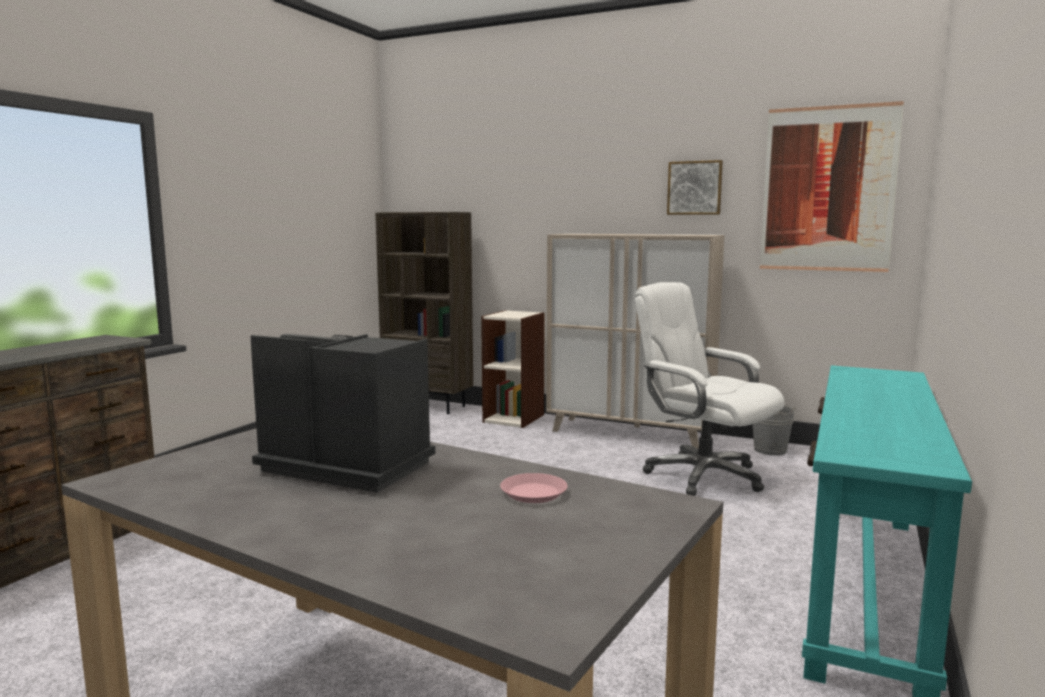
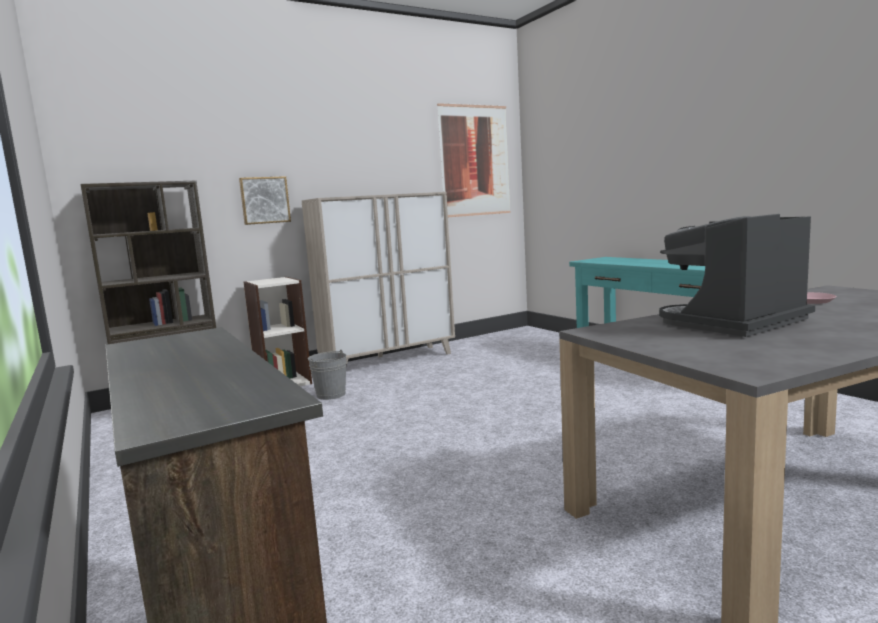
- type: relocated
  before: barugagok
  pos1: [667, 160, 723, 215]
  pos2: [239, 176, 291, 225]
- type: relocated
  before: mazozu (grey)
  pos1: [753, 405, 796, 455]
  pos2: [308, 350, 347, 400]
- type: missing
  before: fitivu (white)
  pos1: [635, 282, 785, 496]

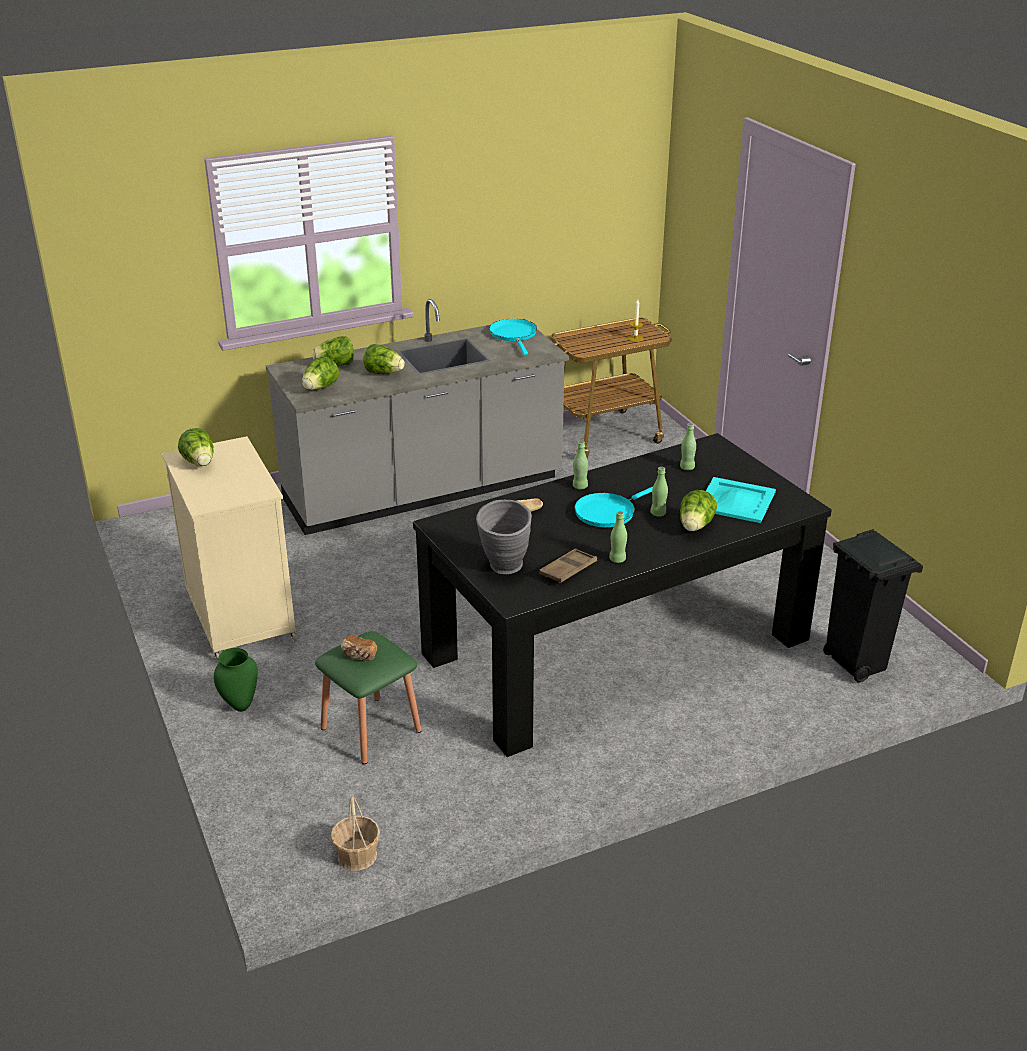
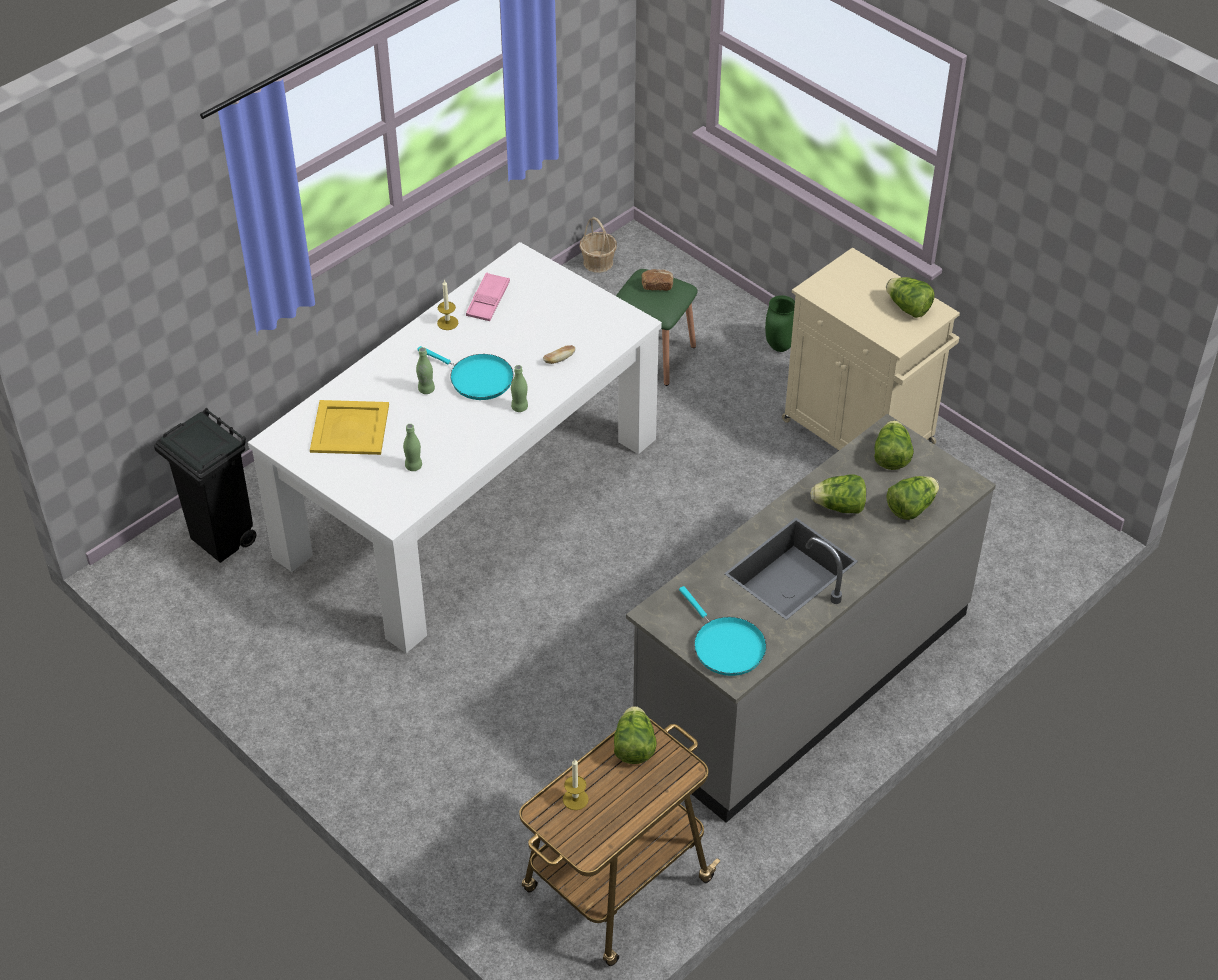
- type: colour
  before: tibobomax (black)
  after: tibobomax (white)
  pos1: [413, 433, 832, 757]
  pos2: [248, 242, 662, 653]
- type: colour
  before: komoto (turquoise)
  after: komoto (yellow)
  pos1: [706, 477, 776, 523]
  pos2: [310, 400, 389, 455]
- type: spun
  before: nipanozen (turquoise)
  pos1: [574, 487, 653, 527]
  pos2: [417, 346, 513, 400]
  turn: 90
- type: exchanged
  before: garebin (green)
  after: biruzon
  pos1: [609, 511, 627, 563]
  pos2: [437, 280, 458, 330]
- type: colour
  before: komoto (brown)
  after: komoto (pink)
  pos1: [539, 548, 597, 583]
  pos2: [466, 272, 510, 321]
- type: relocated
  before: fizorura
  pos1: [680, 490, 717, 532]
  pos2: [614, 706, 657, 764]
- type: missing
  before: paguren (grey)
  pos1: [476, 500, 532, 574]

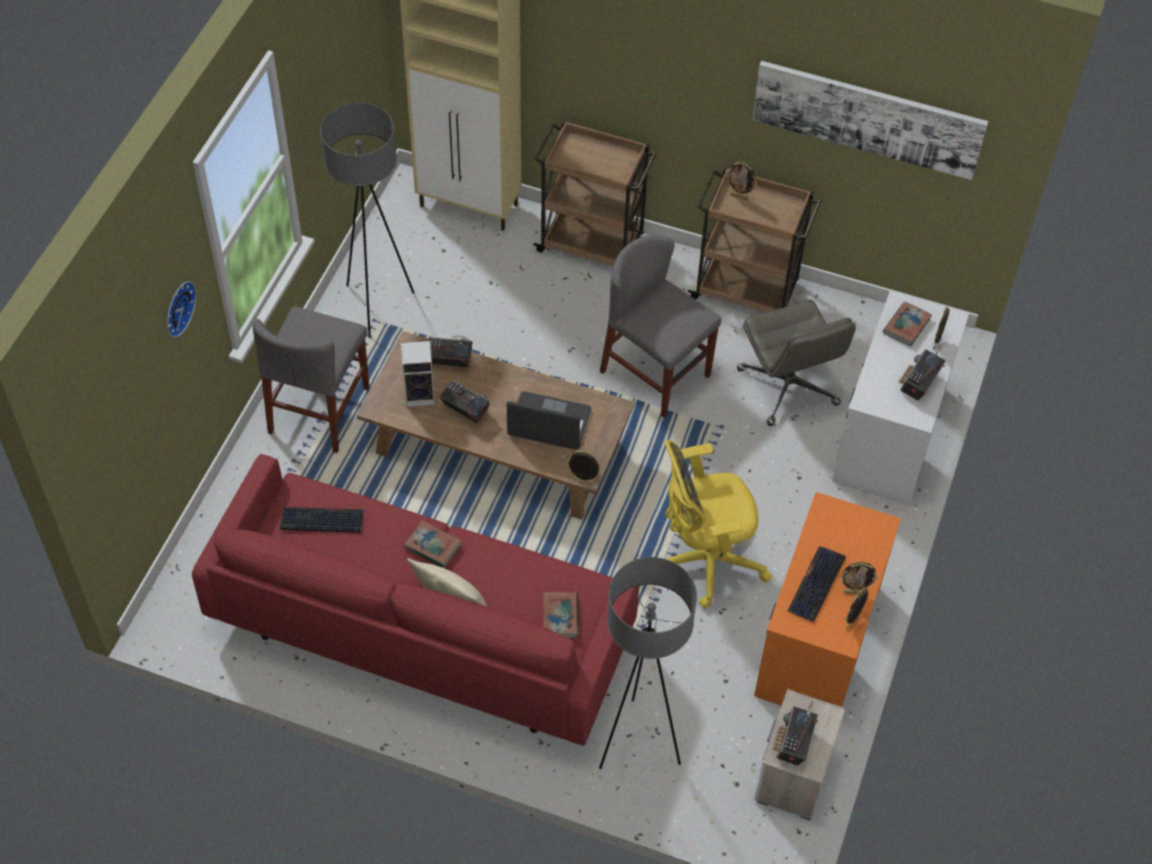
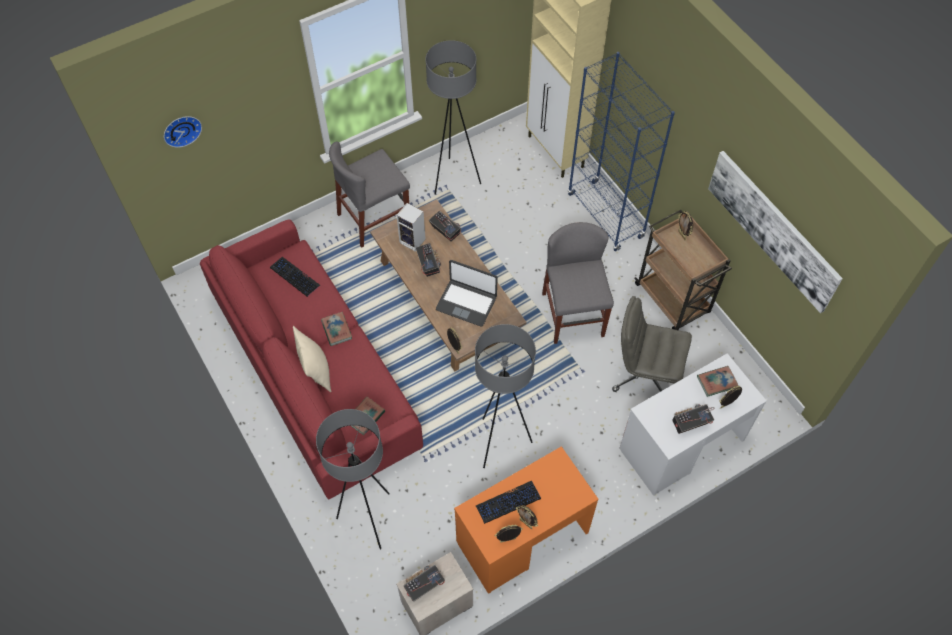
- type: relocated
  before: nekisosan
  pos1: [167, 281, 196, 337]
  pos2: [164, 116, 202, 148]
- type: spun
  before: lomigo
  pos1: [507, 391, 591, 450]
  pos2: [436, 260, 498, 327]
  turn: 150
- type: exchanged
  before: fitivu (yellow)
  after: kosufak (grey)
  pos1: [665, 440, 772, 609]
  pos2: [475, 324, 536, 468]
- type: exchanged
  before: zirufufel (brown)
  after: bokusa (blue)
  pos1: [533, 120, 657, 266]
  pos2: [568, 52, 675, 251]
- type: spun
  before: fitivu (grey)
  pos1: [737, 299, 856, 426]
  pos2: [612, 296, 692, 392]
  turn: 90

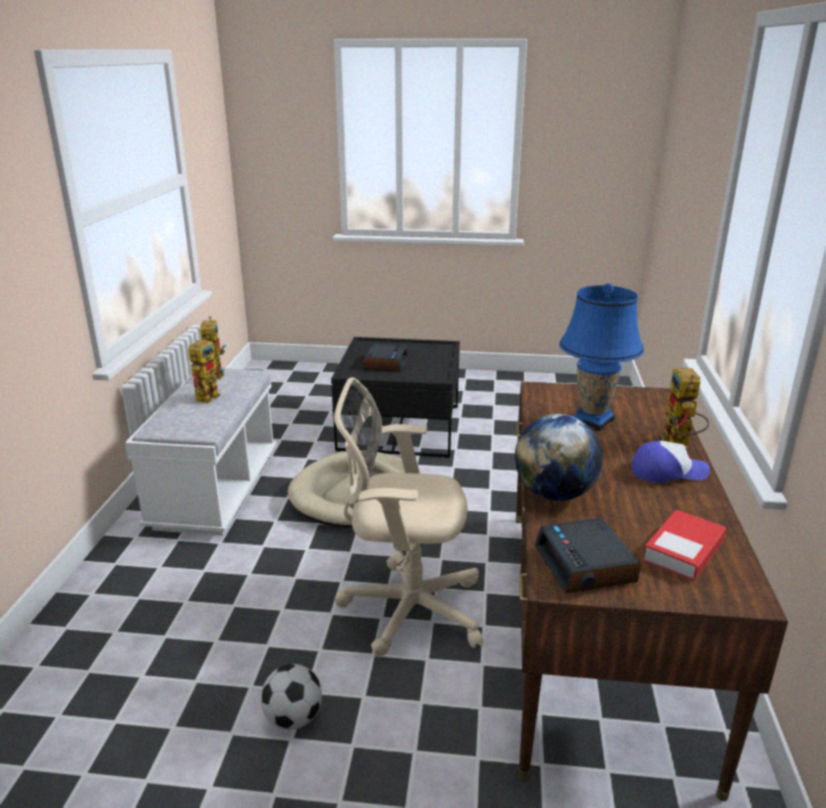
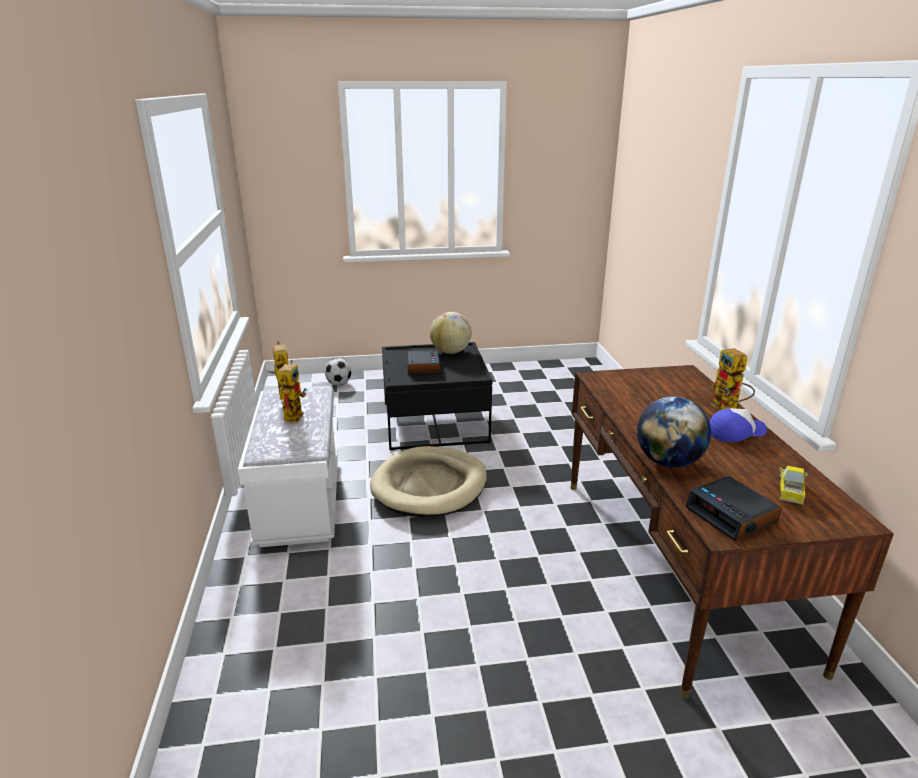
- type: relocated
  before: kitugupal
  pos1: [261, 664, 322, 730]
  pos2: [325, 358, 351, 385]
- type: appeared
  after: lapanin
  pos2: [430, 312, 472, 354]
- type: exchanged
  before: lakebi
  after: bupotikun
  pos1: [643, 510, 726, 581]
  pos2: [779, 466, 808, 505]
- type: missing
  before: fitivu (beige)
  pos1: [334, 377, 483, 657]
- type: missing
  before: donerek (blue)
  pos1: [559, 283, 644, 431]

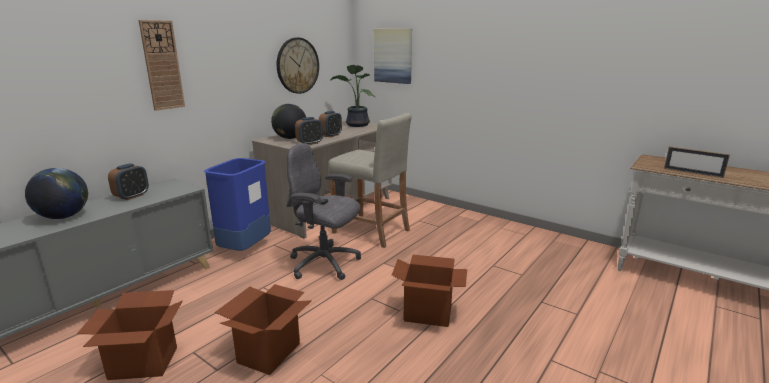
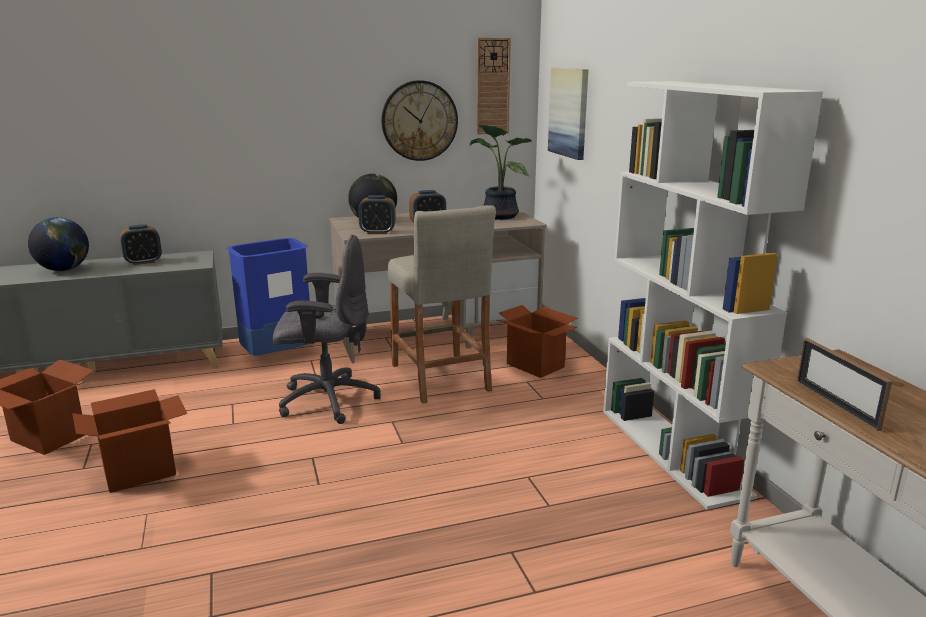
- type: spun
  before: fitivu (grey)
  pos1: [287, 143, 361, 280]
  pos2: [273, 234, 381, 424]
  turn: 120
- type: relocated
  before: nekisosan
  pos1: [139, 20, 185, 111]
  pos2: [476, 38, 511, 135]
- type: relocated
  before: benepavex
  pos1: [392, 255, 467, 327]
  pos2: [497, 305, 578, 378]
- type: appeared
  after: bokusa (white)
  pos2: [603, 81, 823, 510]

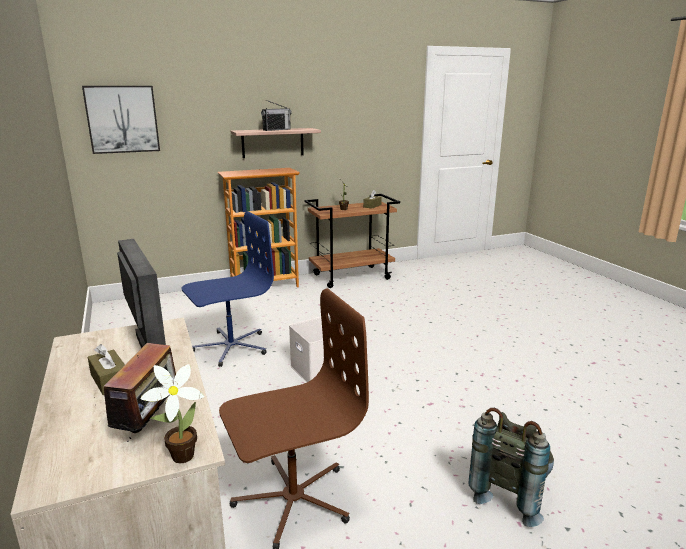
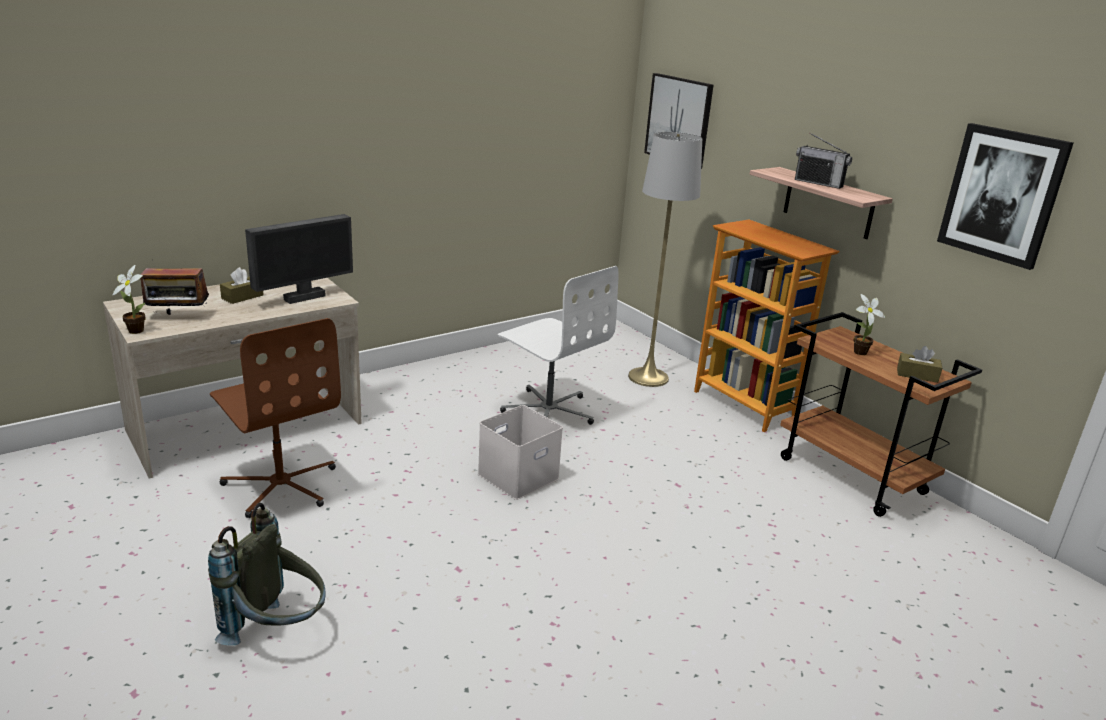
- type: colour
  before: fitivu (blue)
  after: fitivu (white)
  pos1: [181, 211, 274, 367]
  pos2: [497, 266, 619, 425]
- type: appeared
  after: kosufak (grey)
  pos2: [628, 132, 702, 387]
- type: appeared
  after: barugagok
  pos2: [937, 123, 1074, 270]

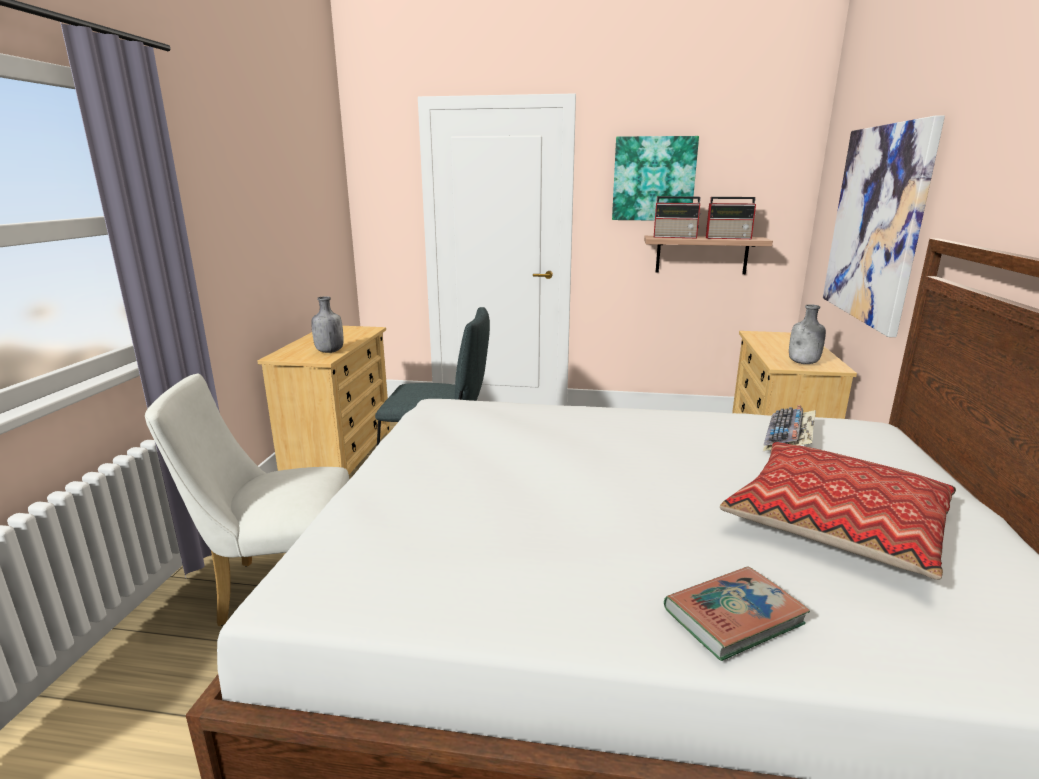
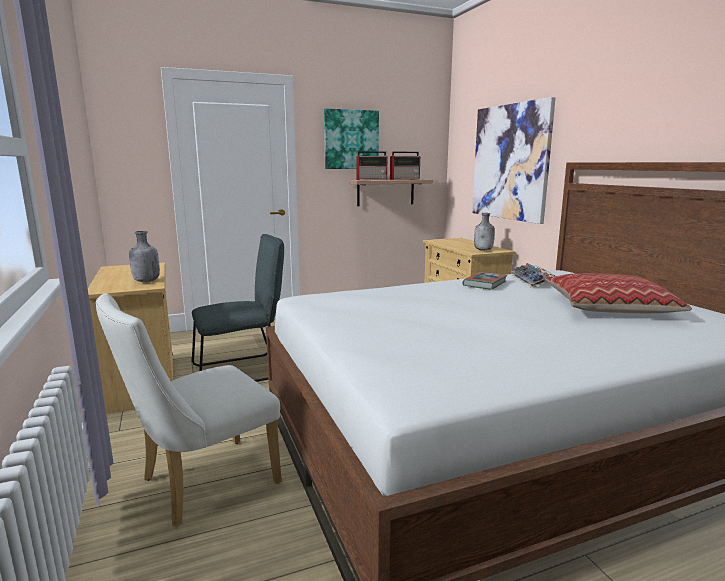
- type: relocated
  before: lakebi
  pos1: [664, 566, 810, 661]
  pos2: [463, 272, 507, 290]

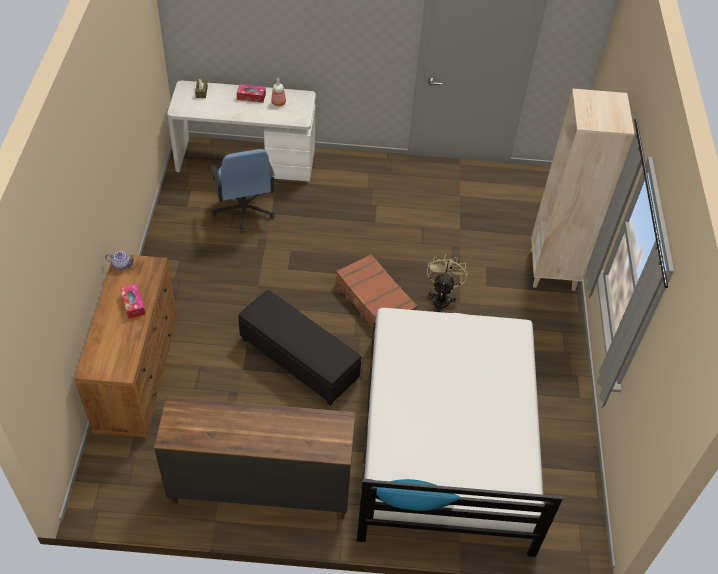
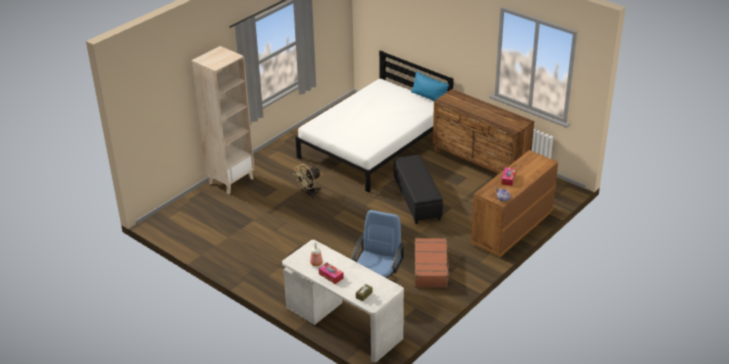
- type: relocated
  before: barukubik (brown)
  pos1: [336, 254, 417, 331]
  pos2: [415, 238, 450, 288]

